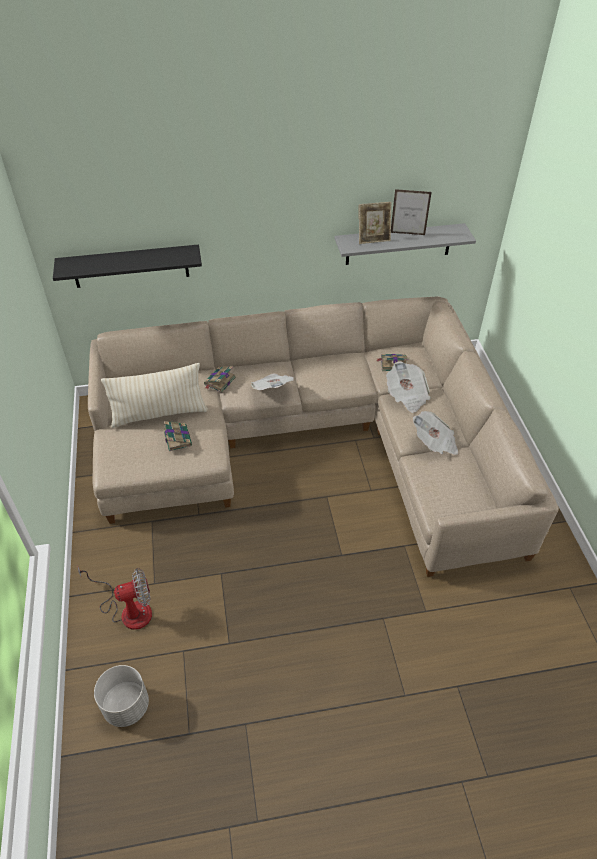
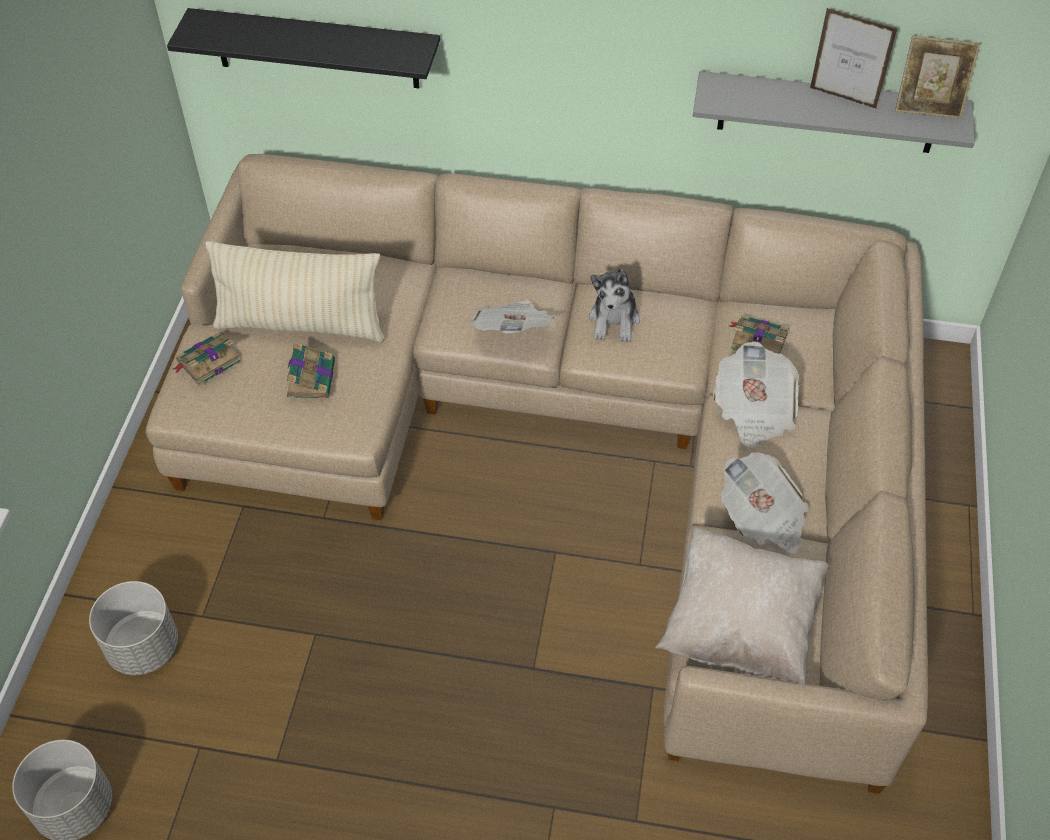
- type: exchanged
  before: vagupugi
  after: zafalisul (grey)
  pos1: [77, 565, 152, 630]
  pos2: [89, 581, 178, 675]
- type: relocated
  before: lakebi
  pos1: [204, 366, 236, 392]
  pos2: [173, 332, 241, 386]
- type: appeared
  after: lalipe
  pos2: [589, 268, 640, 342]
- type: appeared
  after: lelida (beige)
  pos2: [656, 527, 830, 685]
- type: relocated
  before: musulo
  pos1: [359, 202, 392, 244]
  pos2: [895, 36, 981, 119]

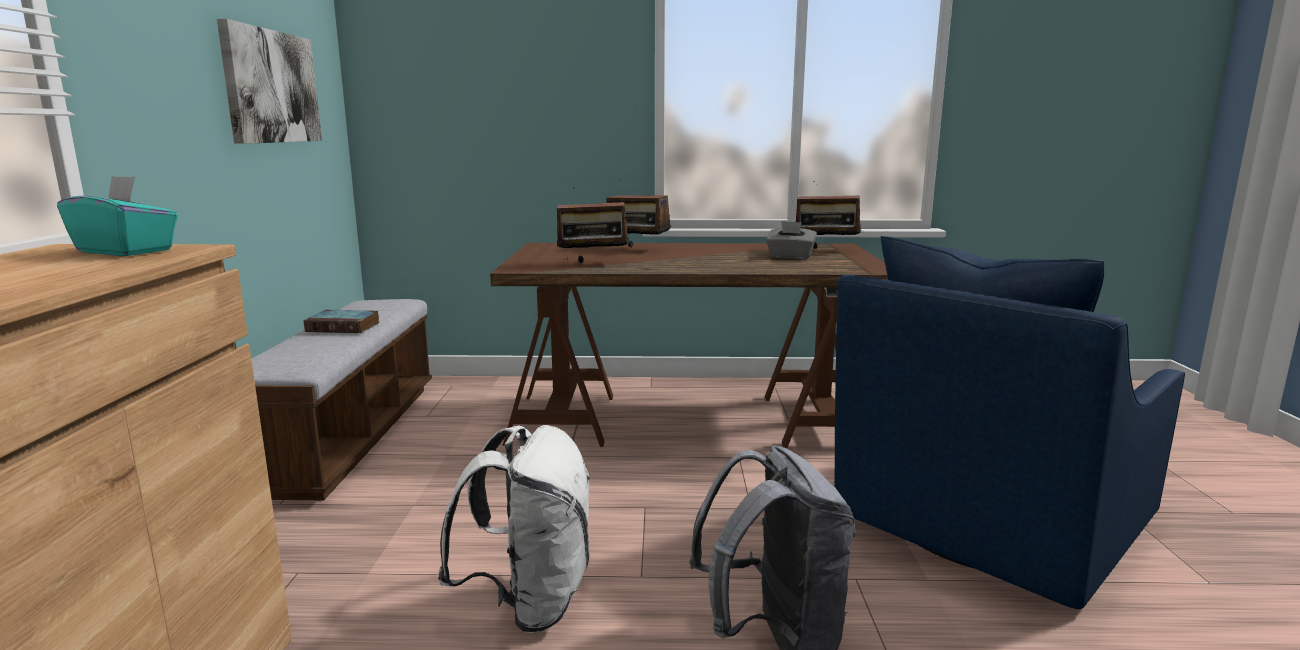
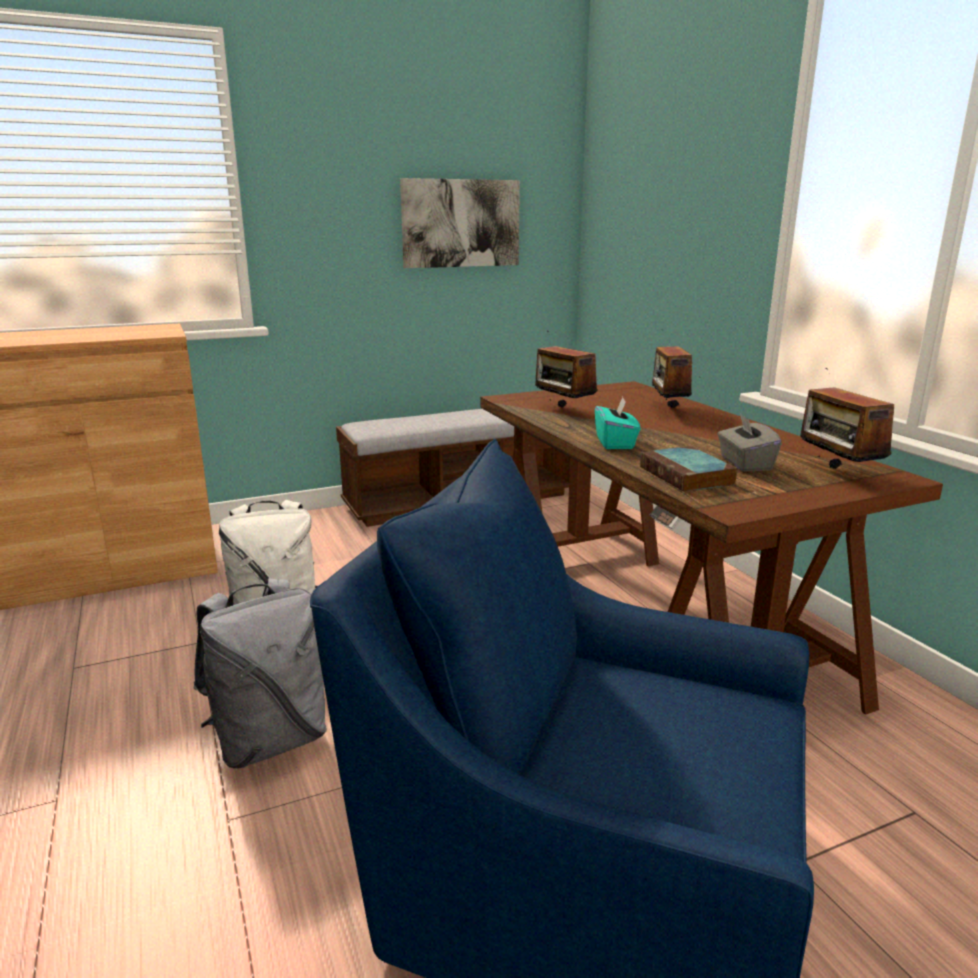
- type: relocated
  before: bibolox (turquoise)
  pos1: [57, 176, 178, 256]
  pos2: [595, 397, 640, 449]
- type: relocated
  before: lakebi
  pos1: [304, 310, 380, 333]
  pos2: [640, 446, 737, 492]

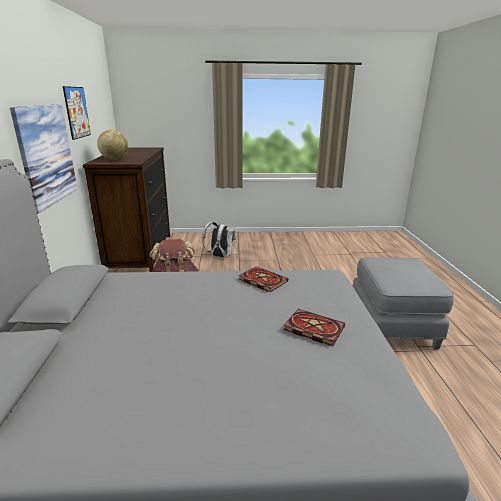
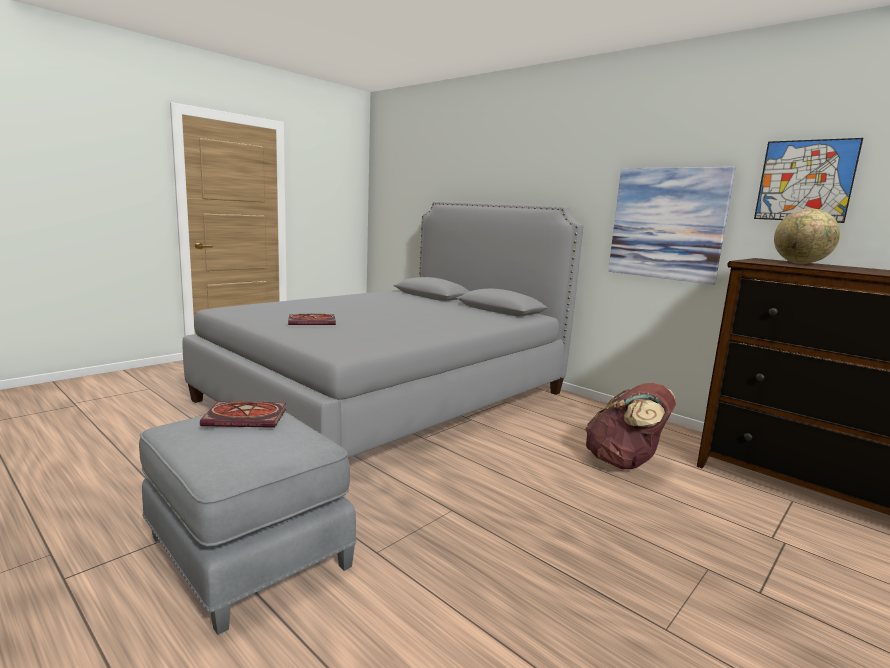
- type: relocated
  before: lakebi
  pos1: [238, 266, 288, 292]
  pos2: [200, 401, 286, 428]
- type: missing
  before: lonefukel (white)
  pos1: [202, 222, 236, 258]

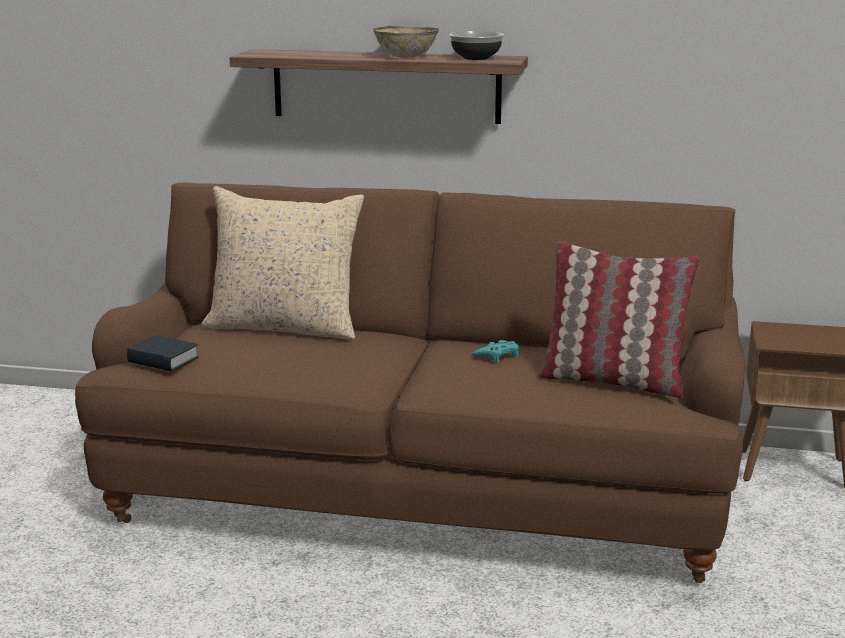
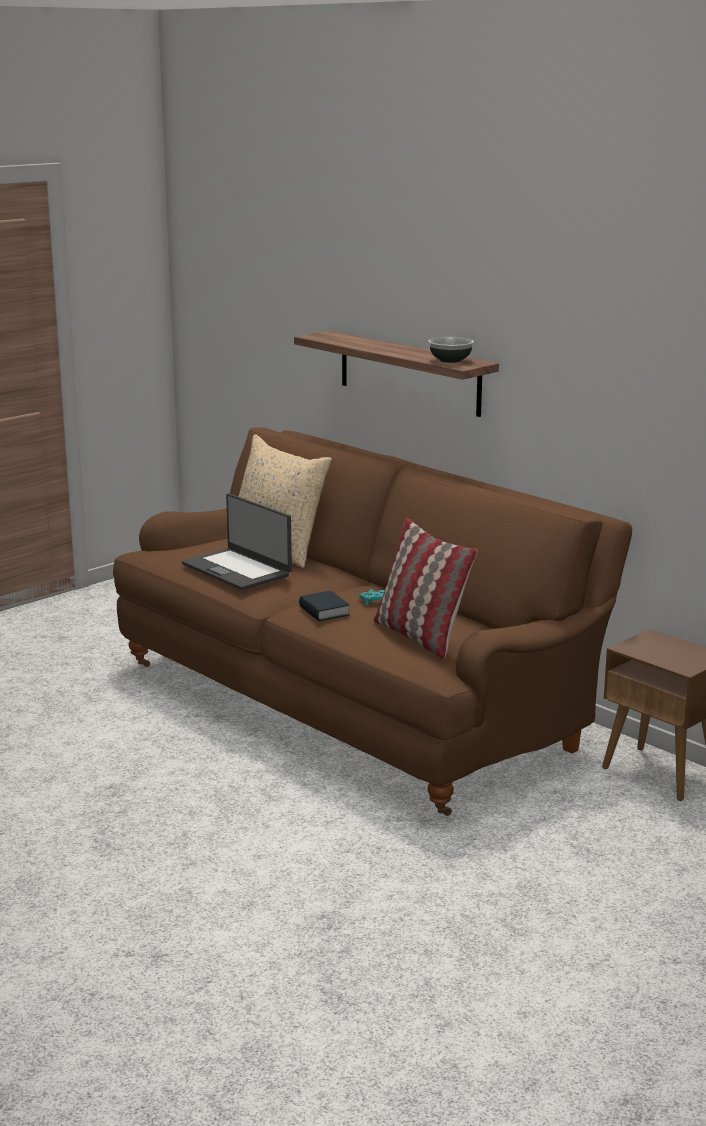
- type: appeared
  after: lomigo
  pos2: [182, 493, 292, 590]
- type: relocated
  before: lakebi
  pos1: [126, 335, 199, 372]
  pos2: [299, 591, 350, 621]
- type: missing
  before: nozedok
  pos1: [373, 26, 439, 58]

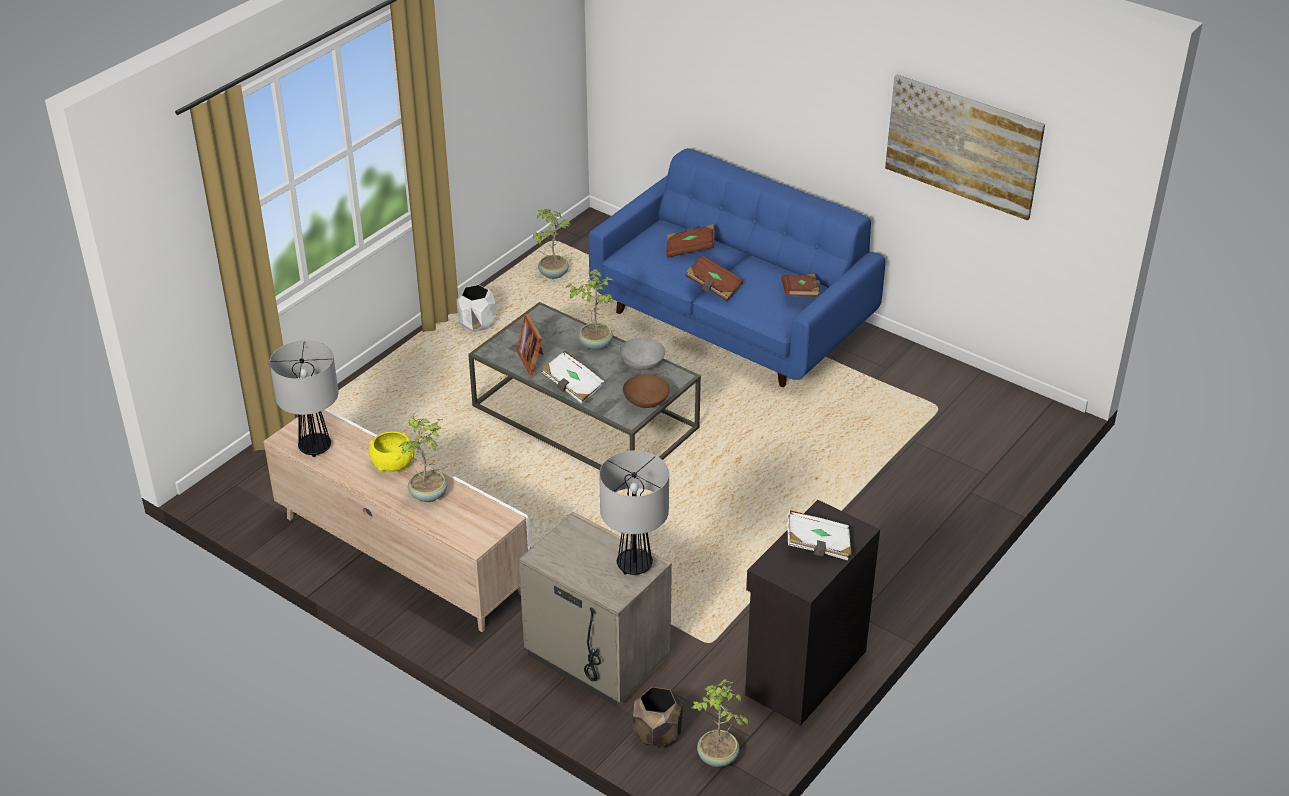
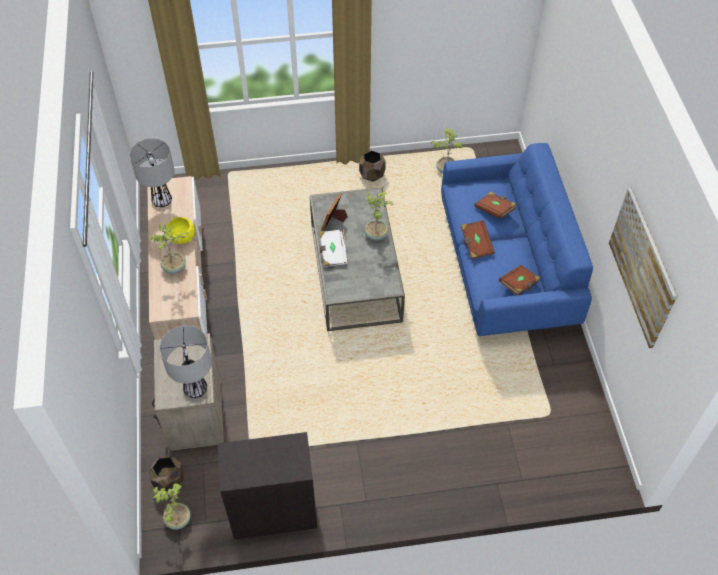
- type: colour
  before: zafalisul (white)
  after: zafalisul (brown)
  pos1: [456, 285, 496, 332]
  pos2: [359, 150, 386, 182]
- type: missing
  before: nozedok (grey)
  pos1: [619, 338, 665, 370]
- type: missing
  before: nozedok (brown)
  pos1: [623, 374, 670, 408]
- type: missing
  before: lakebi (white)
  pos1: [787, 510, 852, 561]

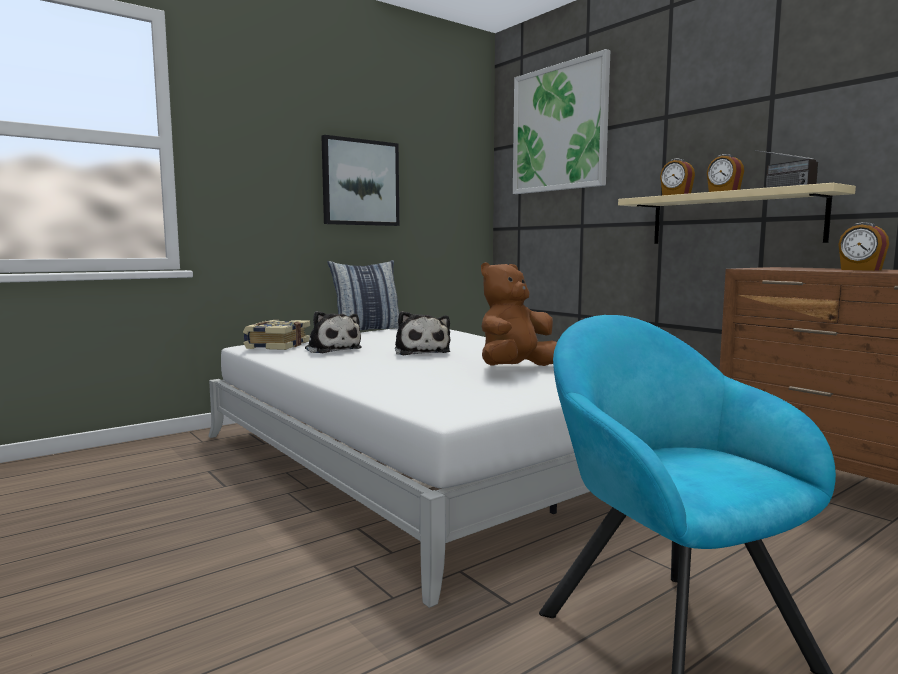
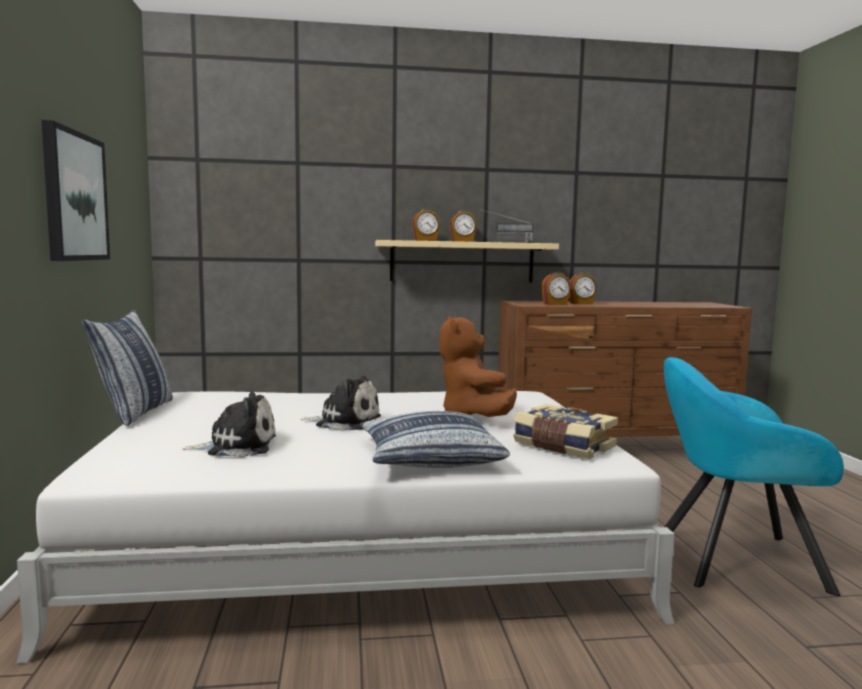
- type: appeared
  after: lelida
  pos2: [360, 411, 510, 468]
- type: relocated
  before: lakebi
  pos1: [243, 320, 310, 350]
  pos2: [513, 404, 618, 459]
- type: appeared
  after: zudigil
  pos2: [541, 272, 571, 305]
- type: missing
  before: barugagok
  pos1: [513, 49, 610, 194]

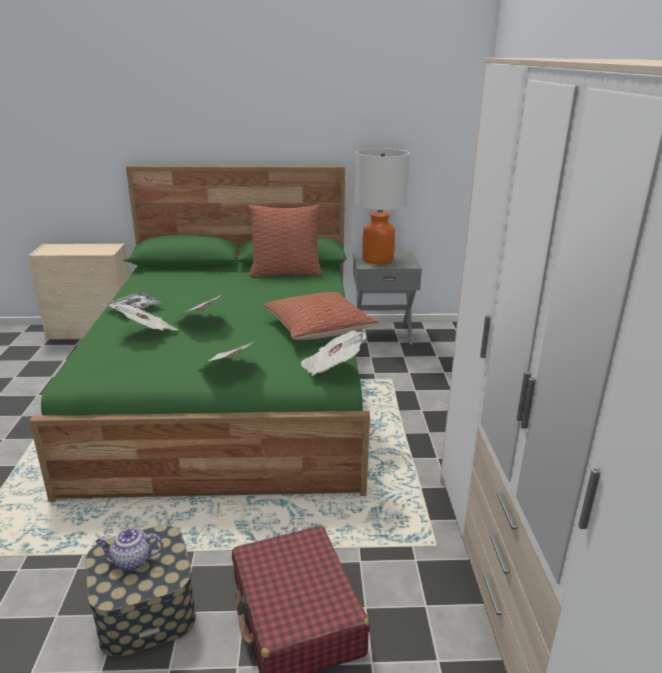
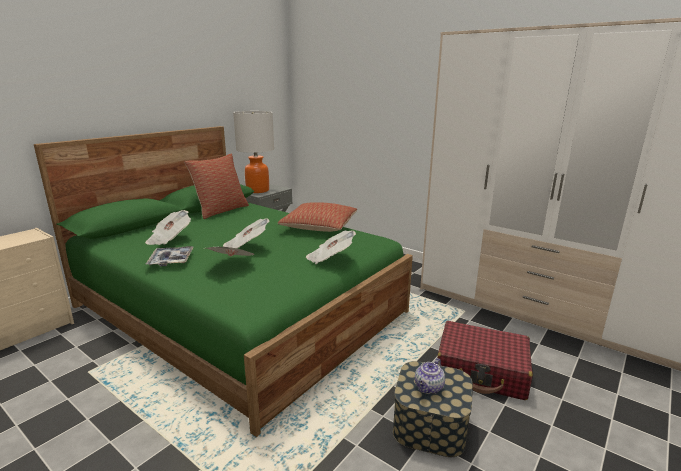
- type: relocated
  before: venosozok
  pos1: [301, 330, 366, 376]
  pos2: [145, 210, 191, 245]

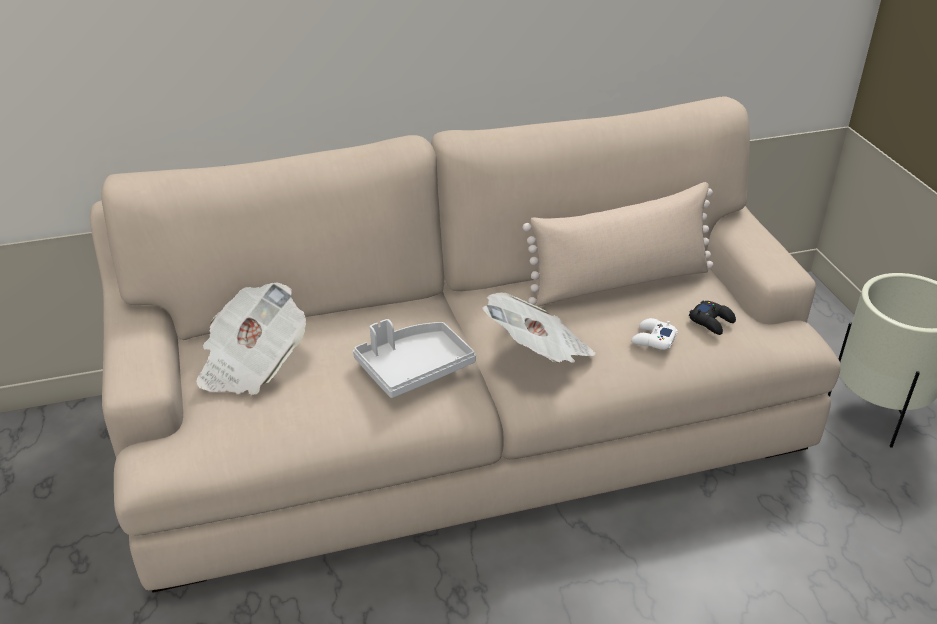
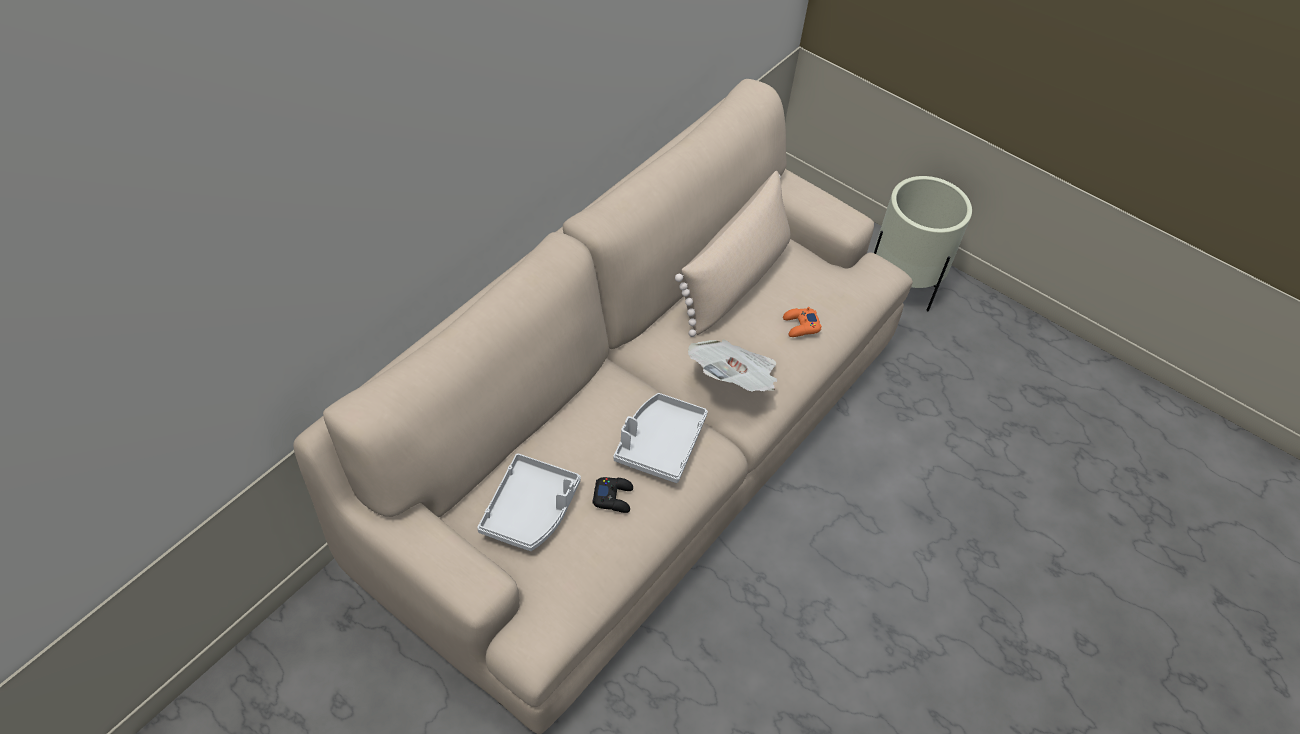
- type: exchanged
  before: venosozok
  after: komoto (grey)
  pos1: [196, 283, 306, 395]
  pos2: [477, 453, 581, 551]
- type: relocated
  before: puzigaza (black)
  pos1: [689, 301, 736, 335]
  pos2: [592, 477, 633, 513]
- type: colour
  before: puzigaza (white)
  after: puzigaza (orange)
  pos1: [631, 318, 678, 350]
  pos2: [783, 307, 822, 337]

